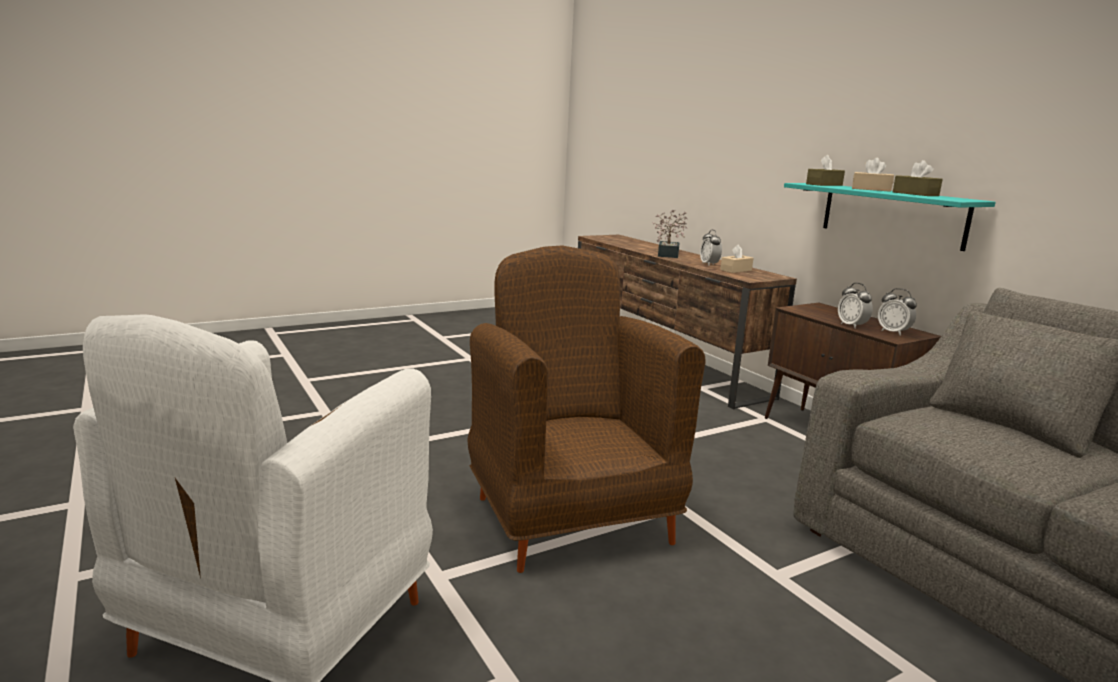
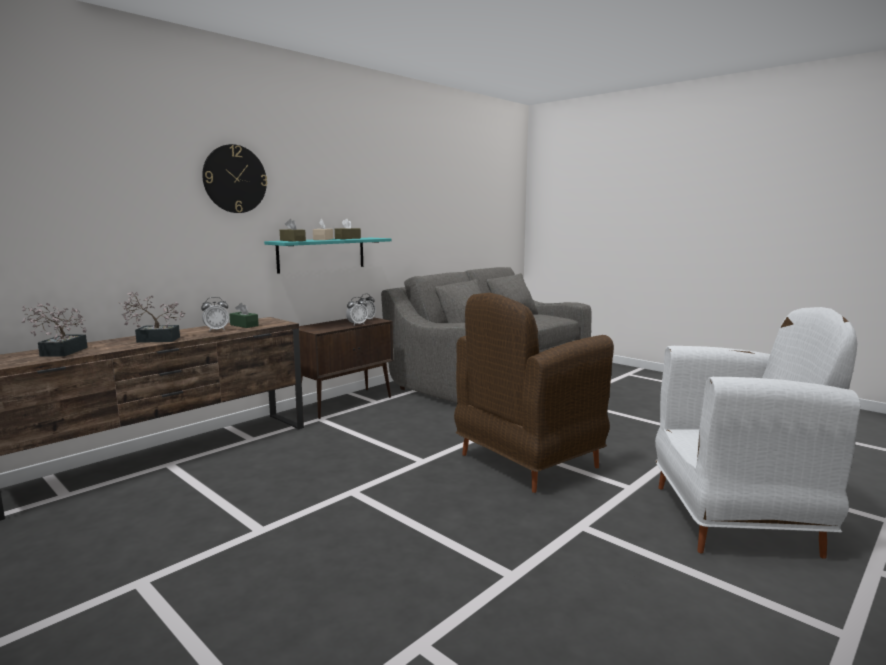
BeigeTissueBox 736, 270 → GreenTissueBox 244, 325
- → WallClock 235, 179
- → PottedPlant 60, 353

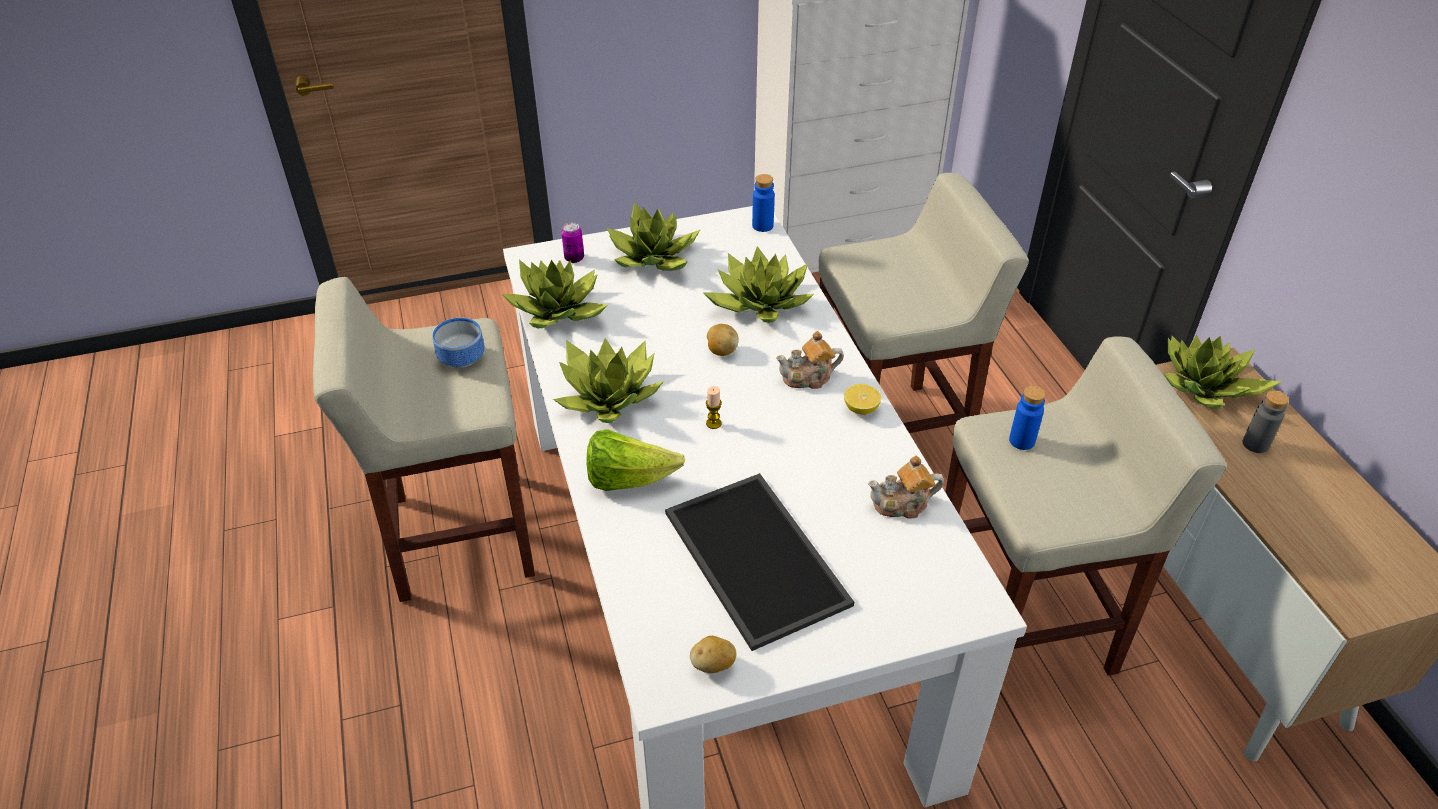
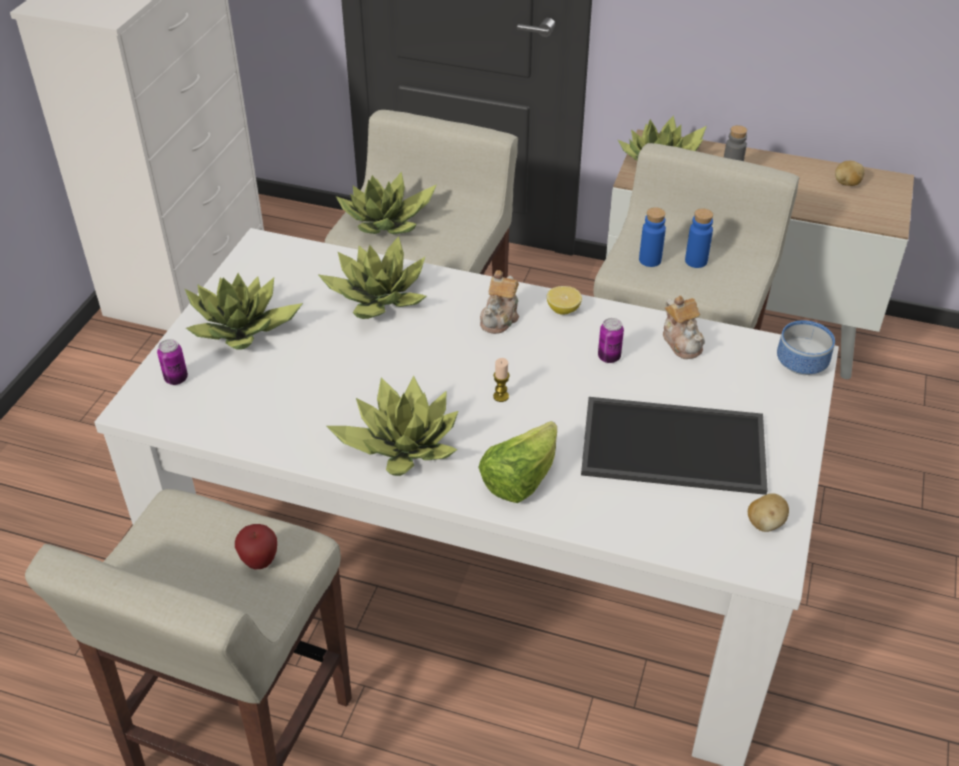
BlueBottle 762, 226 → BlueBottle 696, 261, move
PottedPlant 558, 311 → PottedPlant 387, 222, move
Bowl 464, 358 → Bowl 801, 363, move
Potato 721, 351 → Potato 847, 183, move
Teapot 902, 504 → Teapot 682, 342, 45 degrees counterclockwise
- → Can 609, 357
- → Apple 260, 561

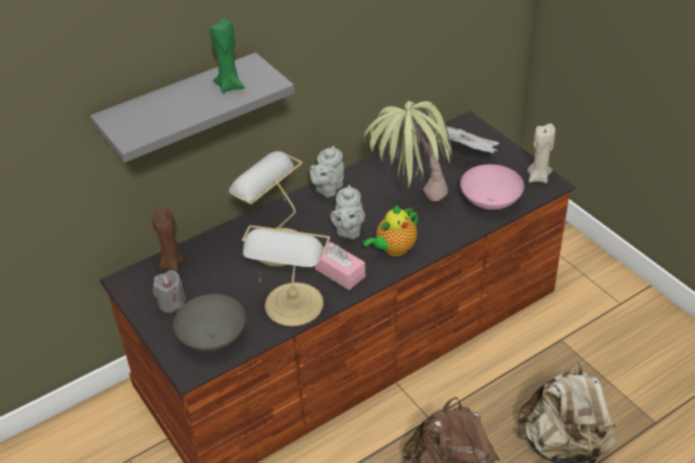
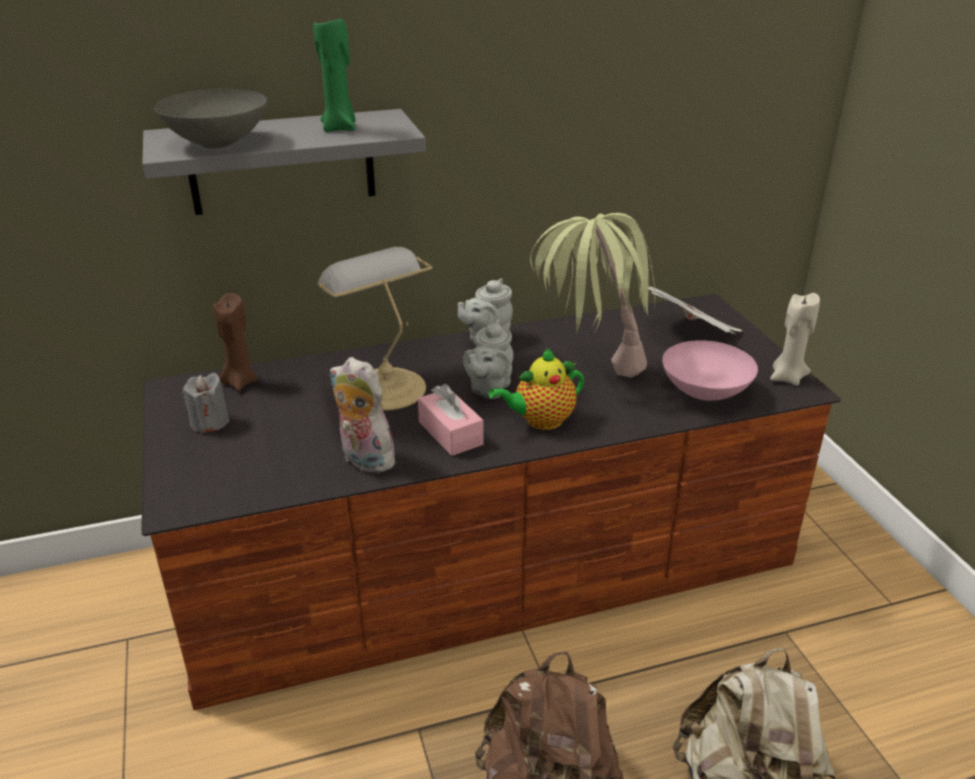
TableLamp 293, 307 → PlushToy 363, 460
GreyBowl 213, 337 → GreyBowl 218, 143, move

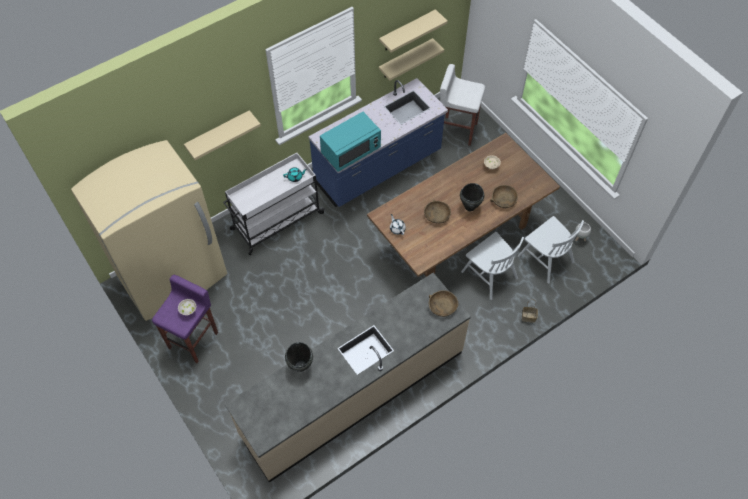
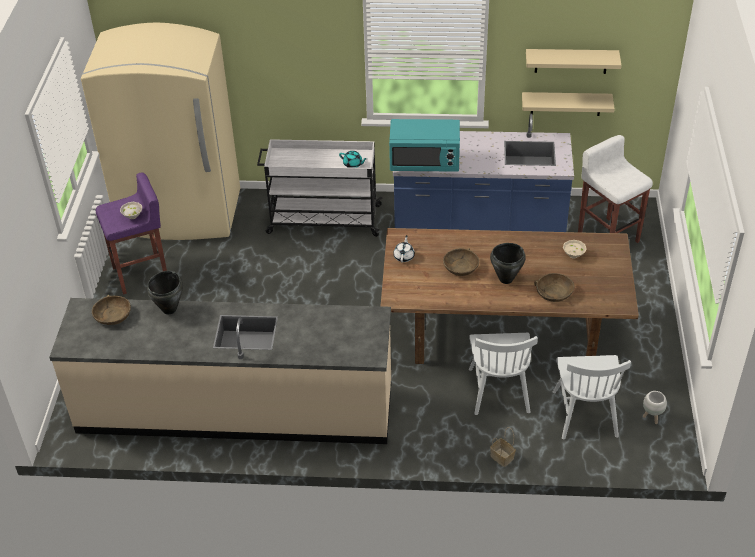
BeigeShelf 218, 133 → -
BrownBowl 442, 306 → BrownBowl 112, 315, move

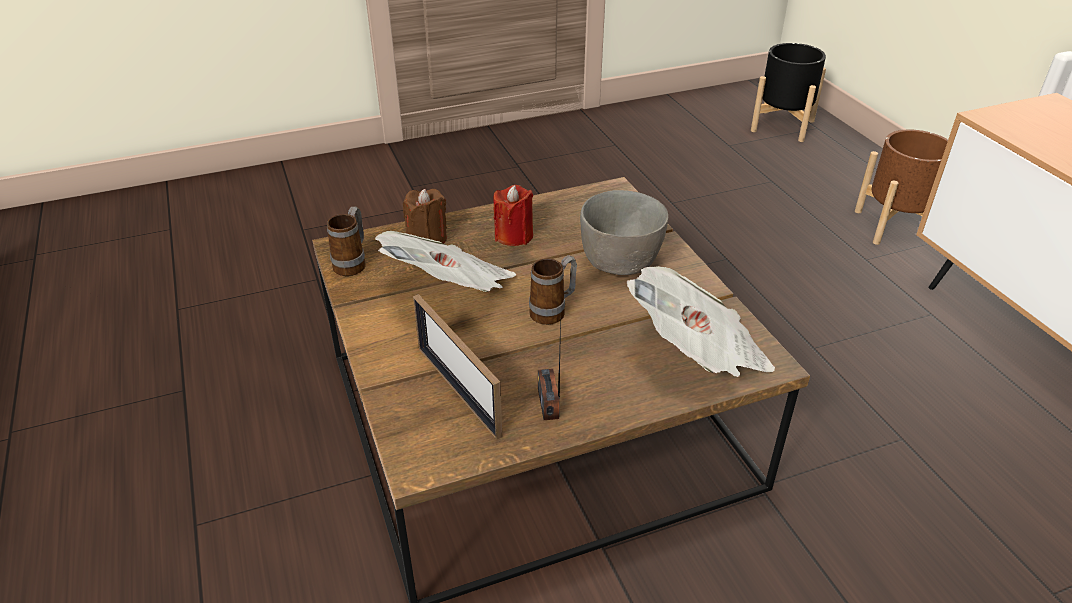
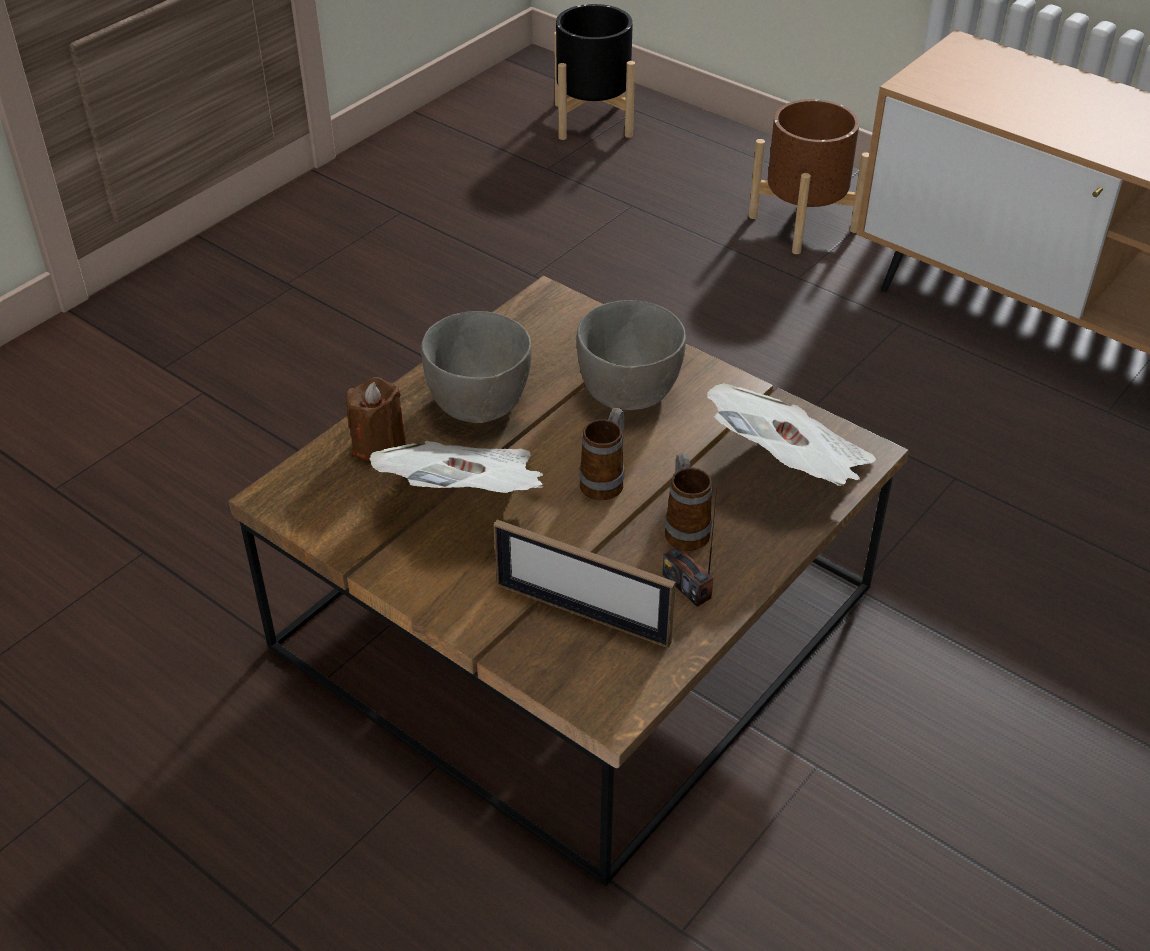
RedCandle 514, 236 → GreyBowl 480, 402
Mug 353, 263 → Mug 685, 528, move

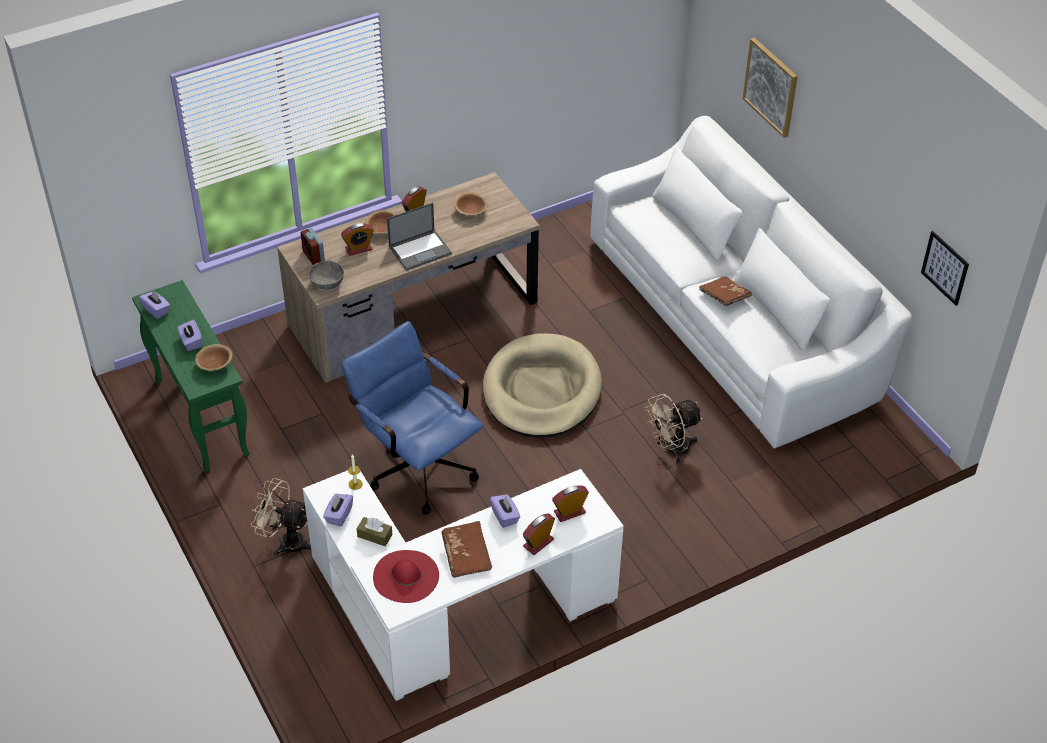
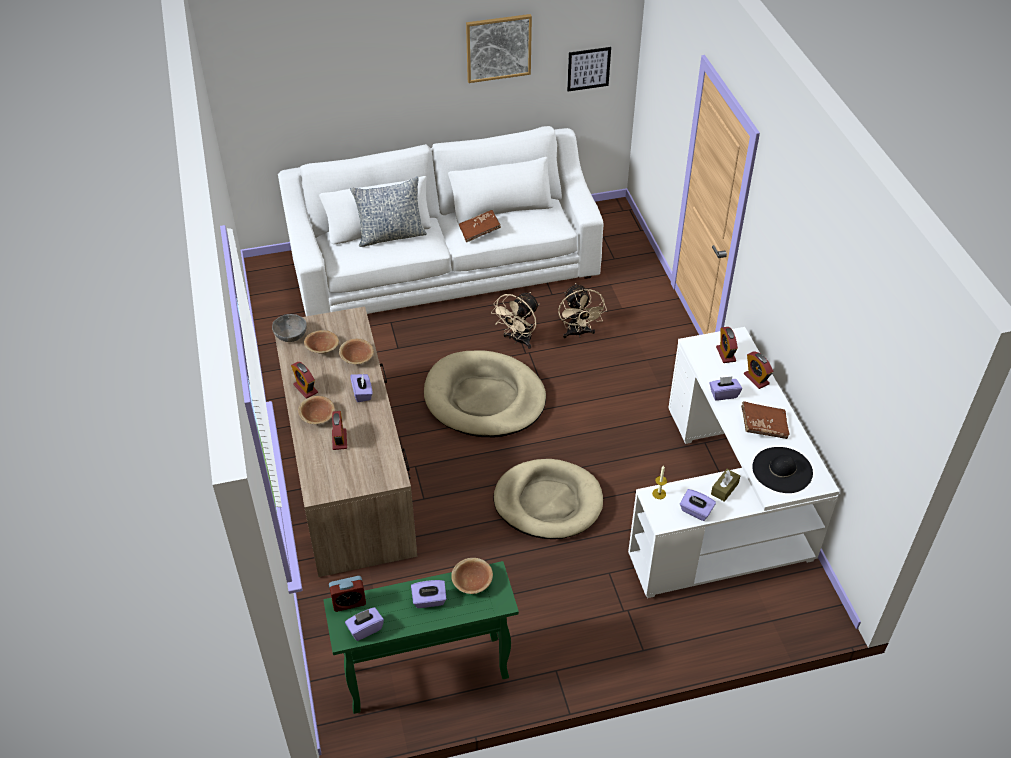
Picture 771, 87 → Picture 498, 47, move
Laptop 420, 250 → PurpleTissueBox 362, 393
AlarmClock 313, 256 → AlarmClock 349, 602, move
GreyBowl 327, 283 → GreyBowl 290, 335, move
BlueOfficeChair 416, 465 → BeigeDogBed 548, 502
BeigeFan 286, 541 → BeigeFan 518, 340, move
RedHat 406, 576 → BlackHat 782, 470
- → Pillow 391, 235
- → BrownBowl 357, 358

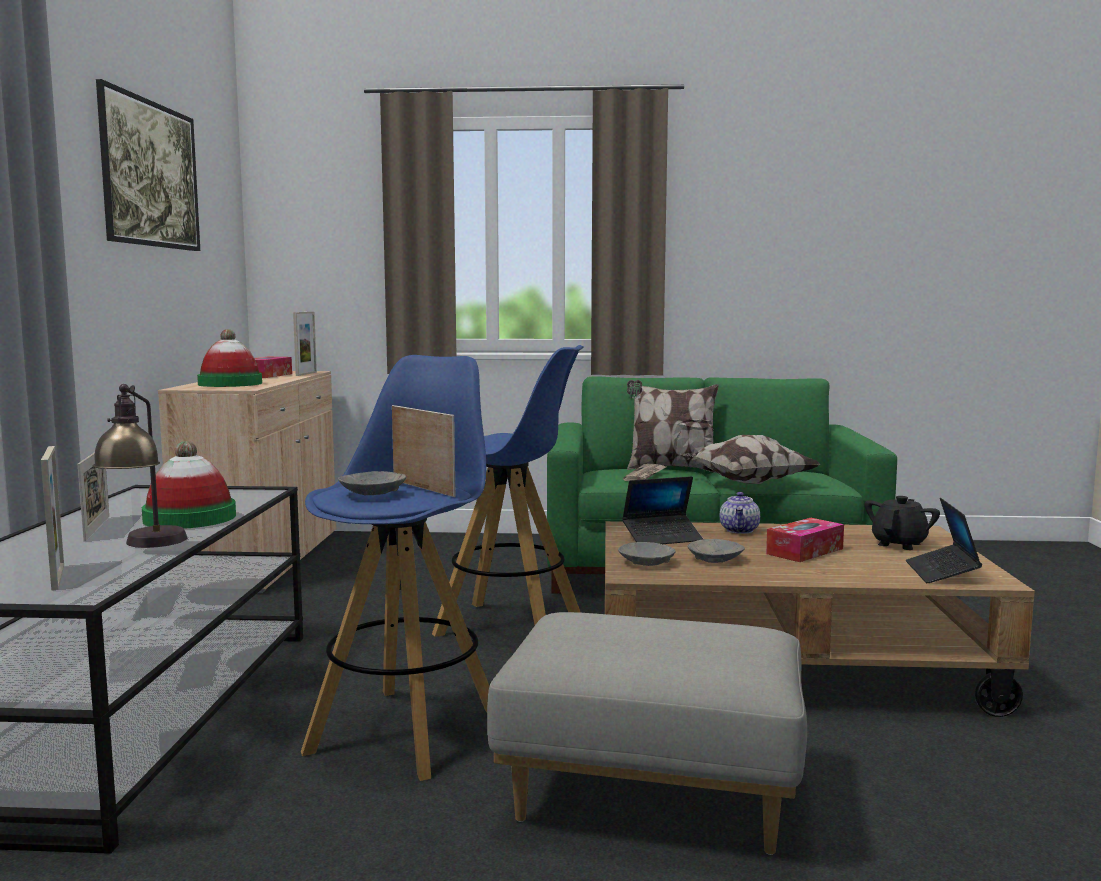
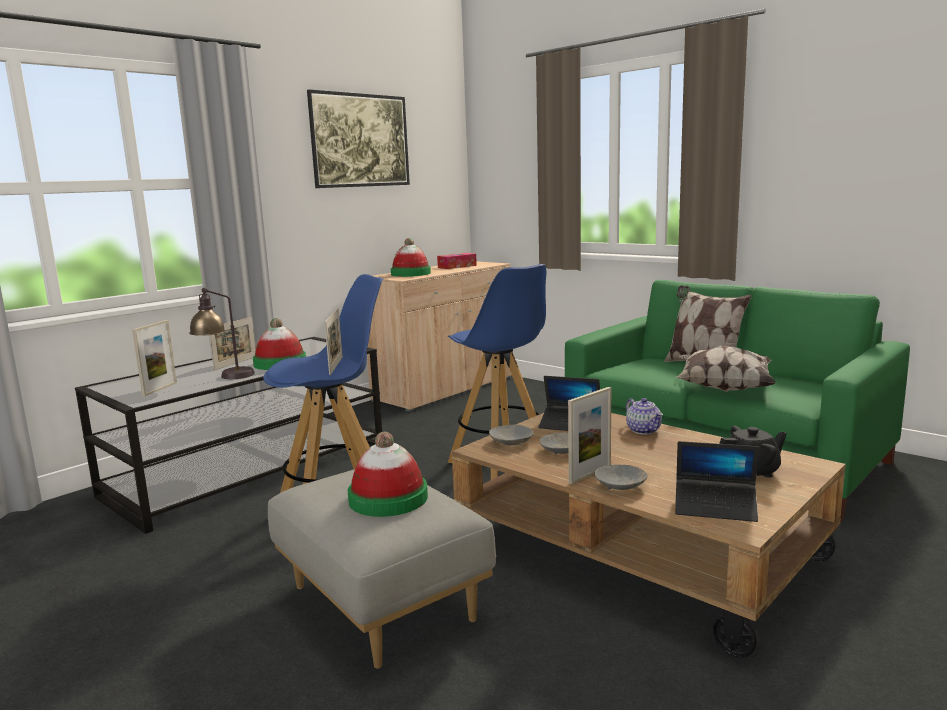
PictureFrame 306, 374 → PictureFrame 590, 474, move
Newspaper 645, 475 → -
GreyBowl 373, 493 → GreyBowl 621, 486, move
Teapot 740, 530 → Teapot 644, 430, 75 degrees counterclockwise
Laptop 941, 573 → Laptop 715, 507, 120 degrees counterclockwise
TissueBox 804, 551 → -
- → Hat 388, 498

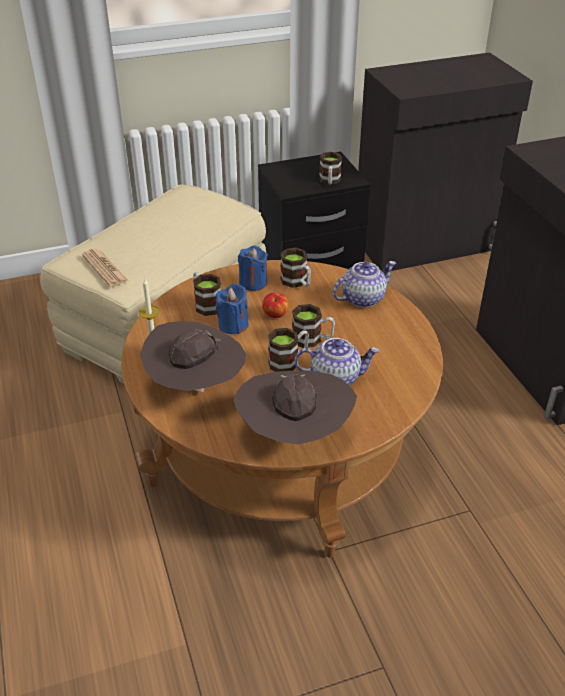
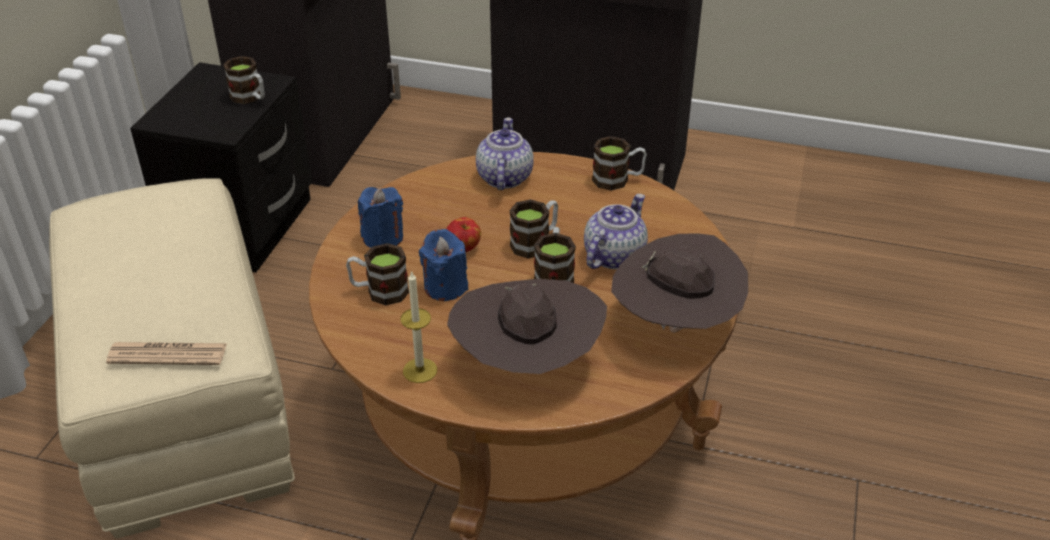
Mug 297, 282 → Mug 618, 179, move

